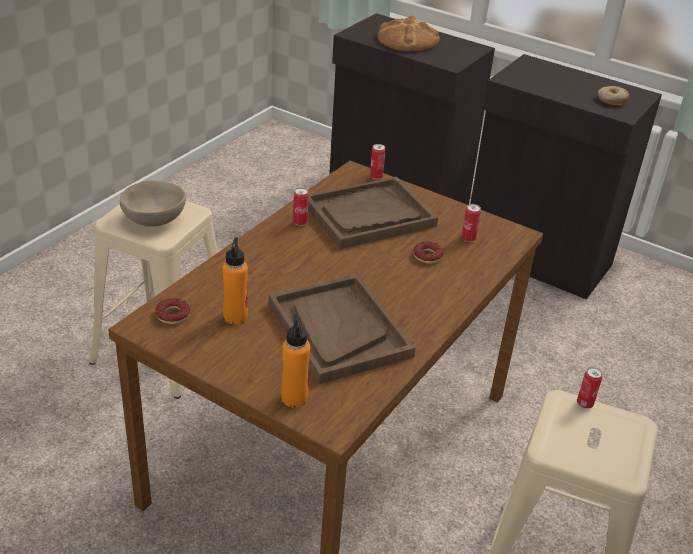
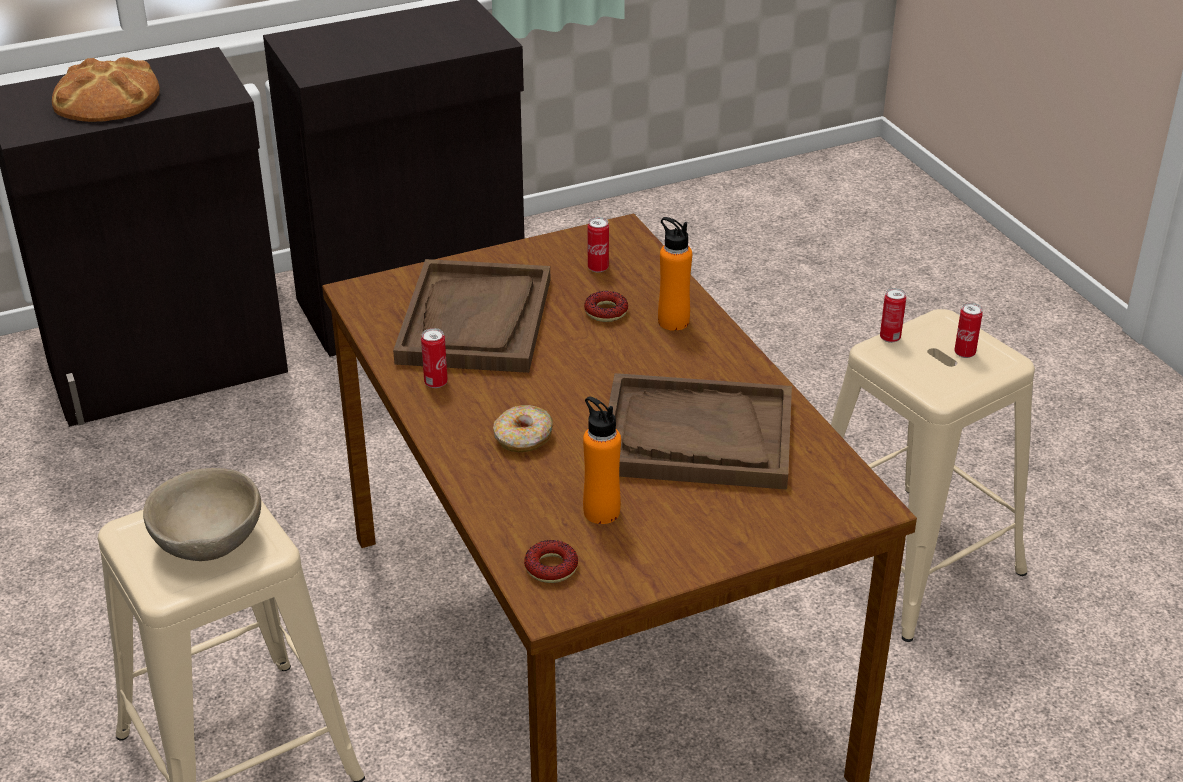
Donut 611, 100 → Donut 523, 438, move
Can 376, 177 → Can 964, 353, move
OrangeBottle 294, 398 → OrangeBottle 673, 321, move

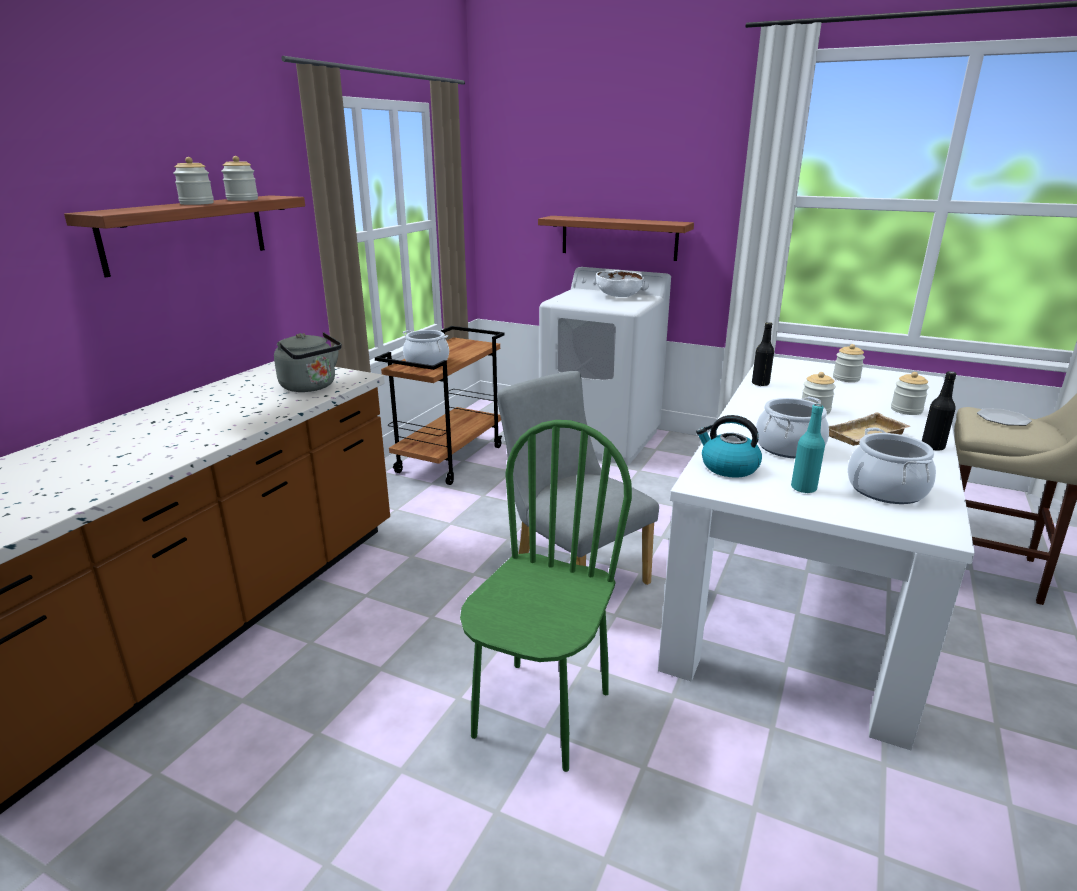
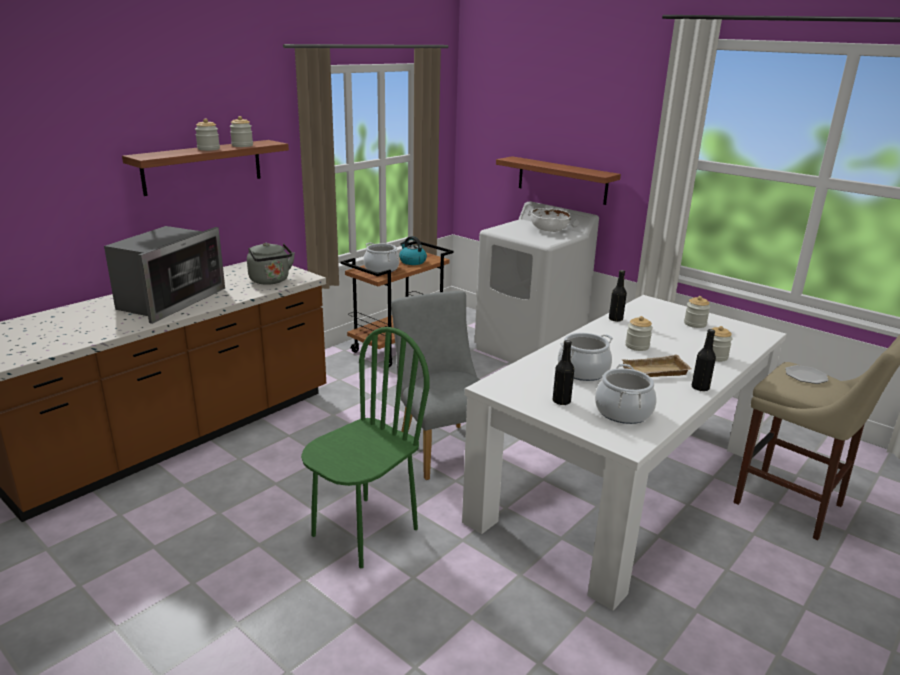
TurquoiseBottle 803, 488 → BlackBottle 561, 401
Kettle 728, 467 → Kettle 412, 261, move
- → Microwave 169, 300

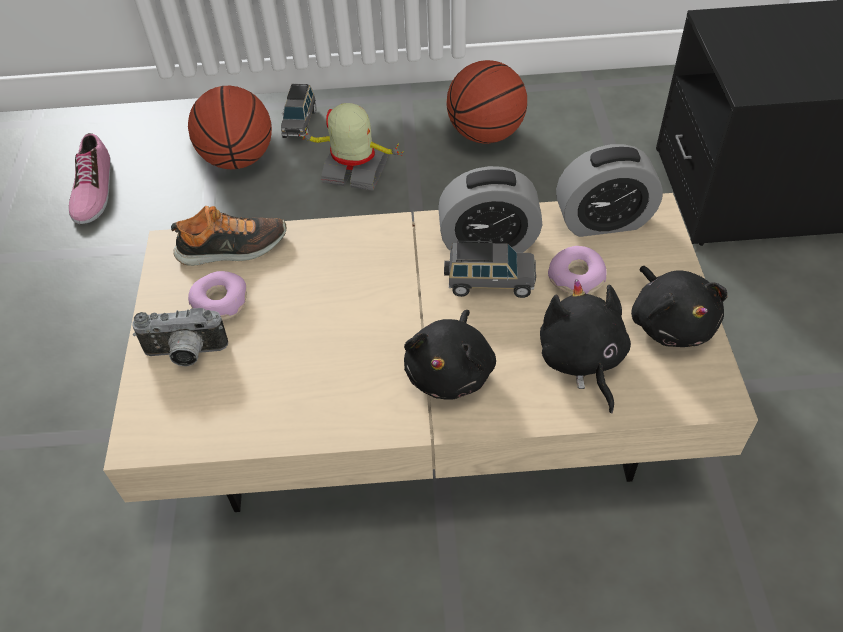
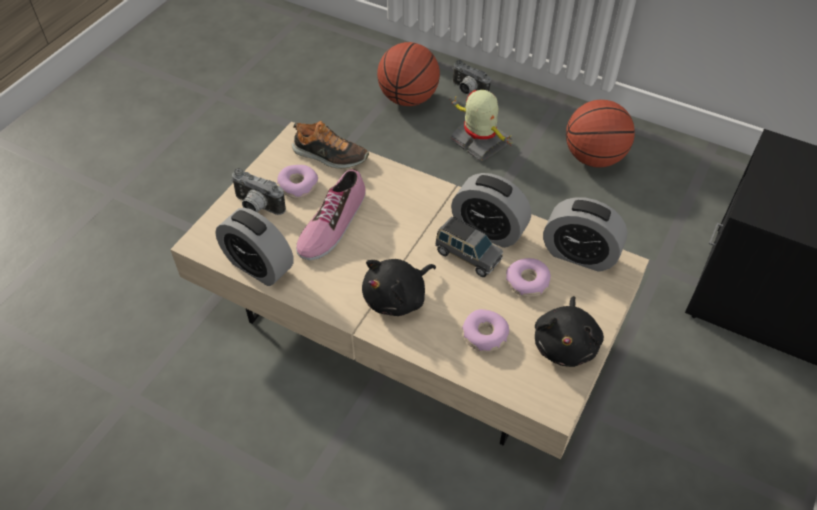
GreyToyCar 300, 123 → PhotoCamera 467, 91
Shoe 92, 190 → Shoe 332, 224, move
BlackPlushToy 582, 360 → Donut 484, 335
- → AlarmClock 259, 266

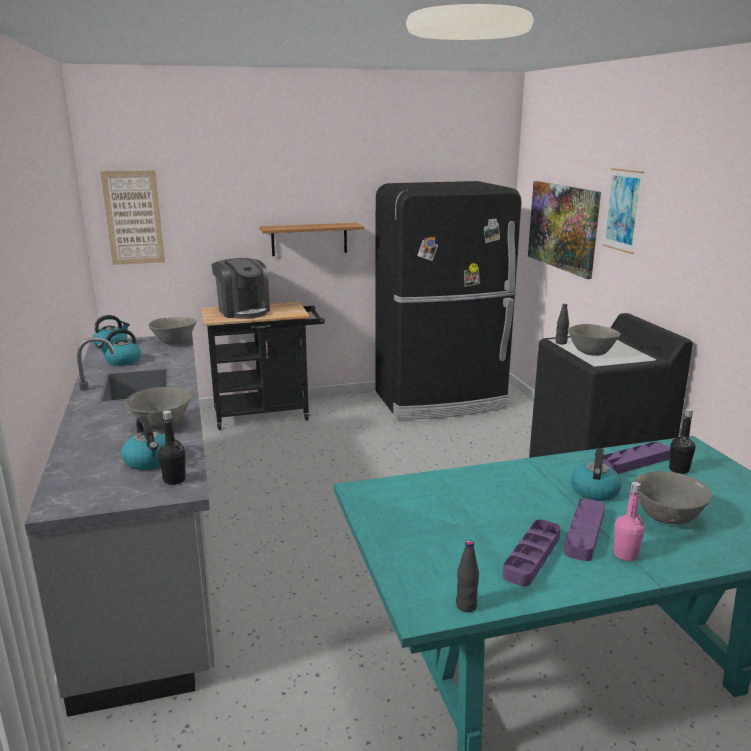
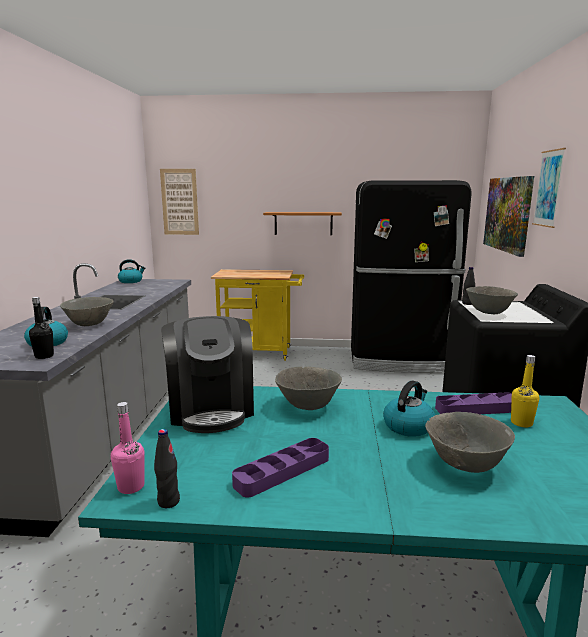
CoffeeMachine 243, 311 → CoffeeMachine 211, 408, move
BlackCart 267, 414 → YellowCart 260, 353
GreyBowl 174, 343 → GreyBowl 308, 406, move
Kettle 122, 361 → -
BlackBottle 678, 470 → YellowBottle 521, 423
PinkBottle 625, 555 → PinkBottle 131, 487, move
PurpleTray 584, 533 → -

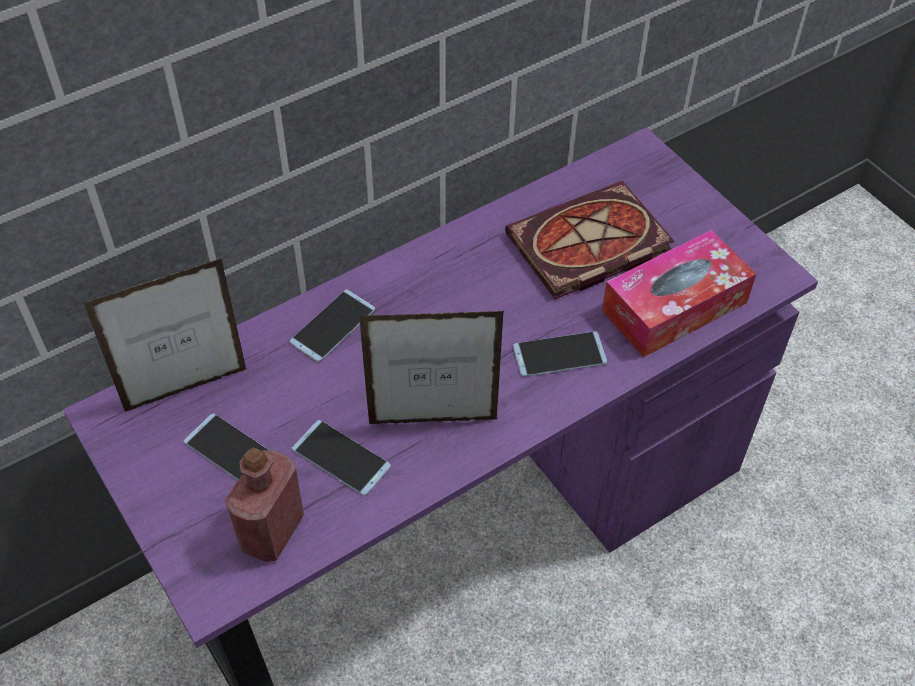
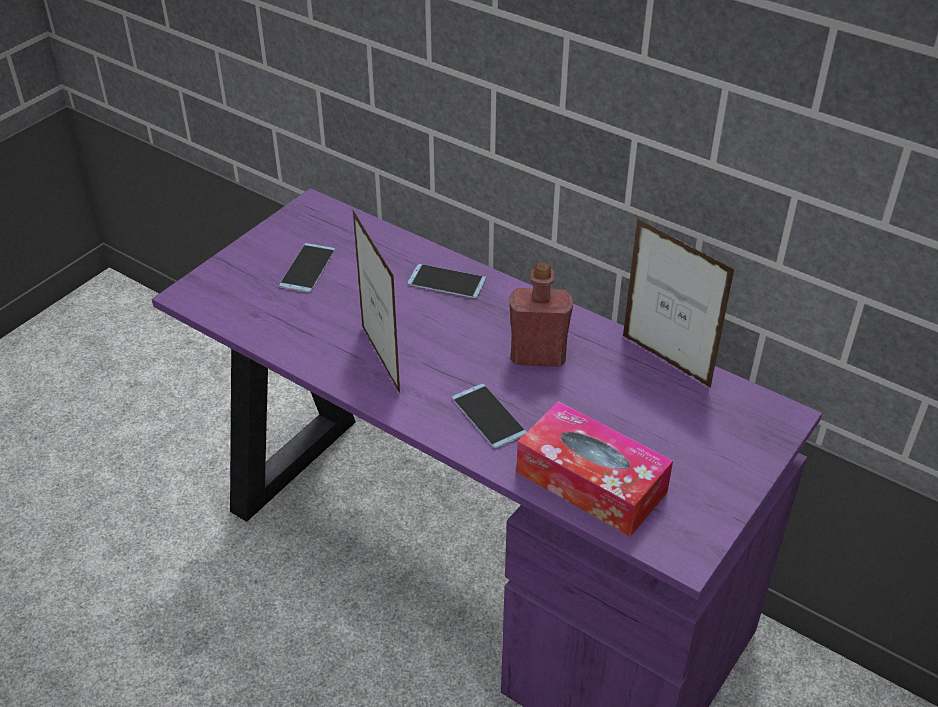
Book 586, 246 → -
PictureFrame 187, 390 → PictureFrame 666, 361, move
Phone 341, 458 → -
RedBottle 272, 531 → RedBottle 538, 356, move

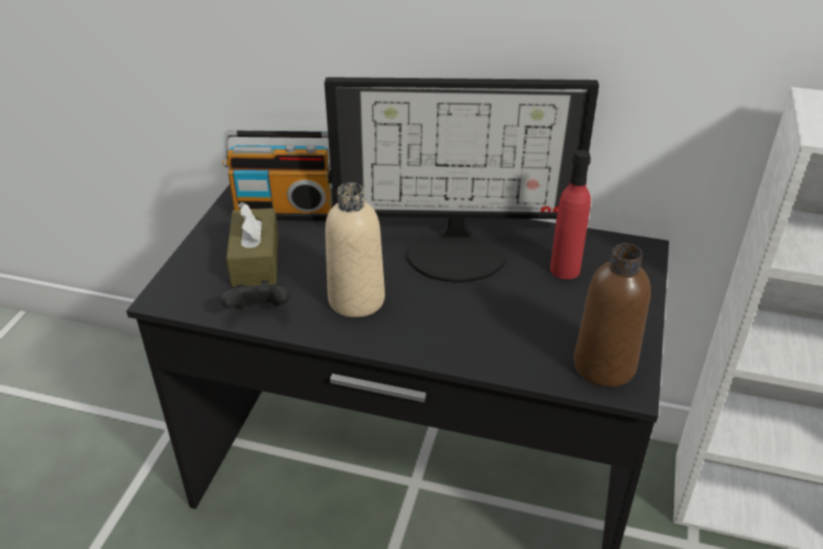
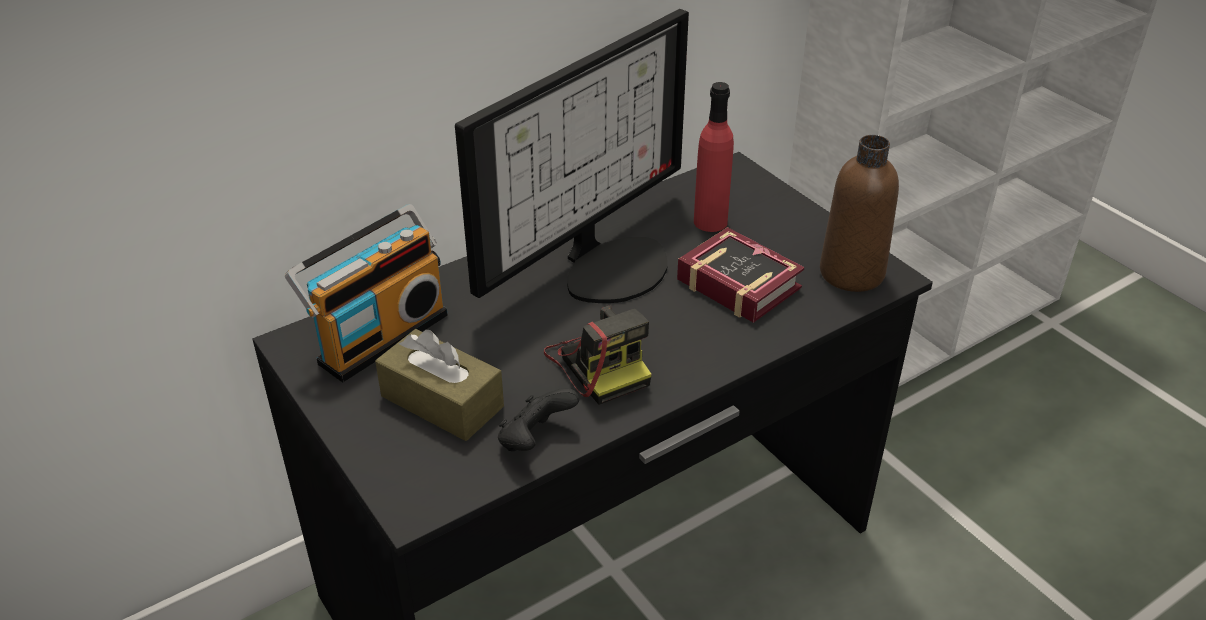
BeigeBottle 356, 300 → PhotoCamera 599, 363
- → Book 736, 280

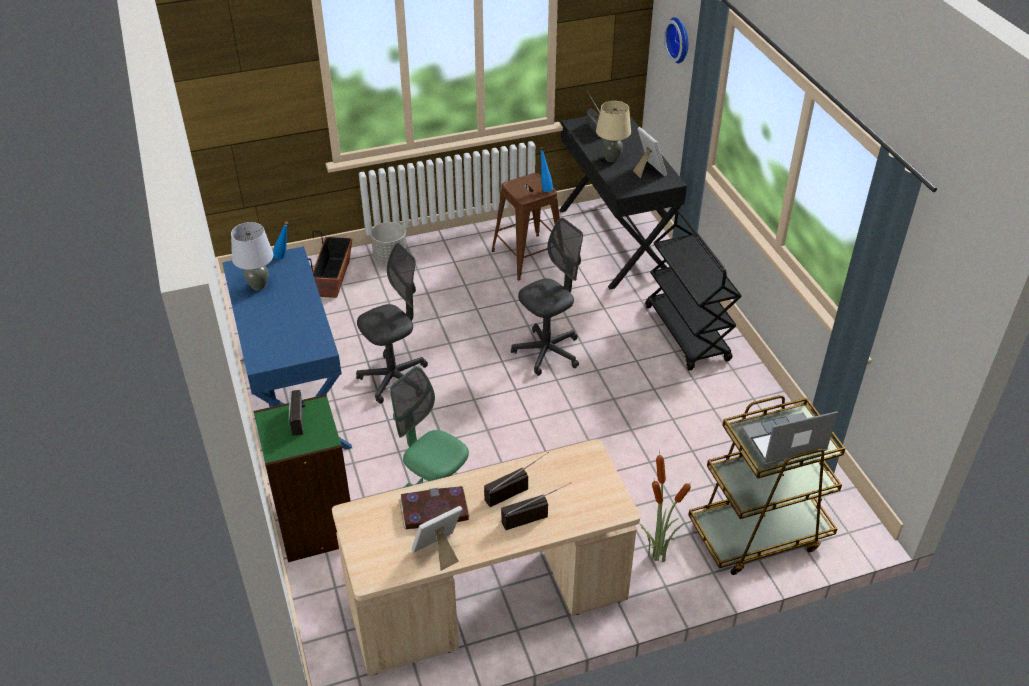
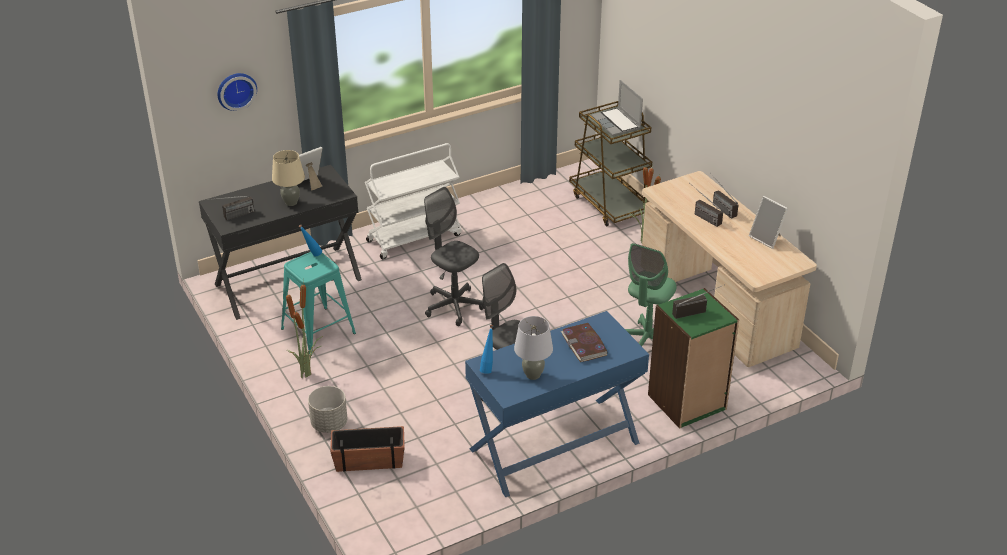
BrownStool 528, 257 → TurquoiseStool 318, 331
BlackCart 687, 334 → WhiteCart 414, 237
Book 434, 510 → Book 584, 344, move
- → PottedPlant 307, 373

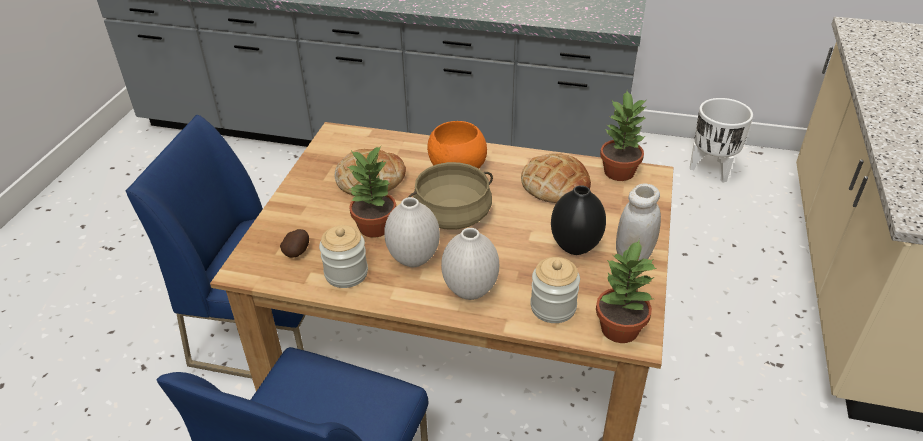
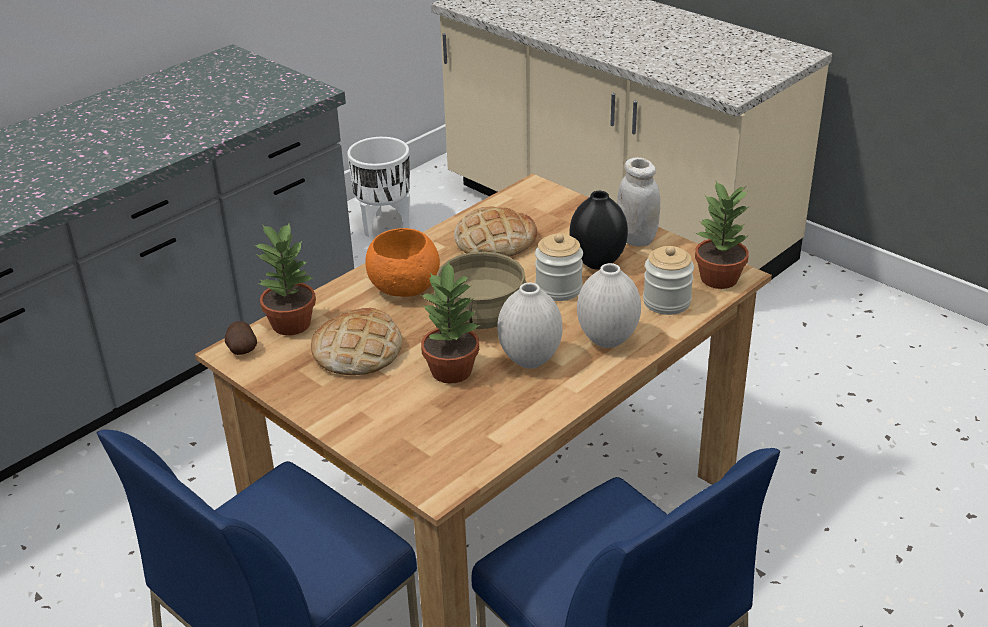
PottedPlant 619, 172 → PottedPlant 291, 323, move
Jar 346, 273 → Jar 558, 289, move
Potato 297, 251 → Potato 241, 349, move

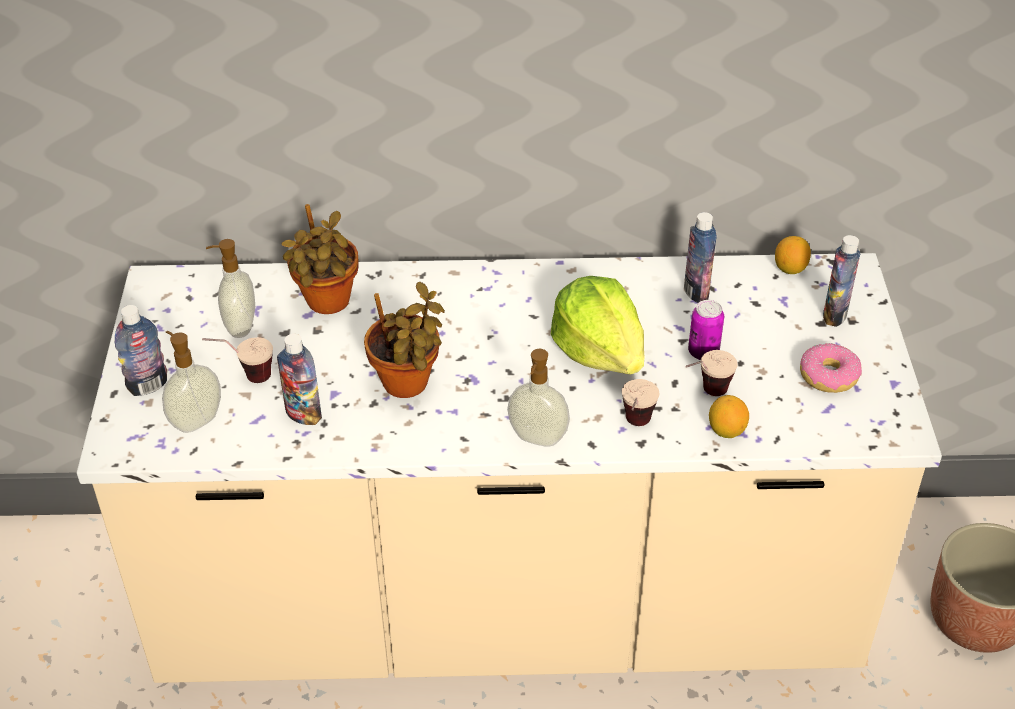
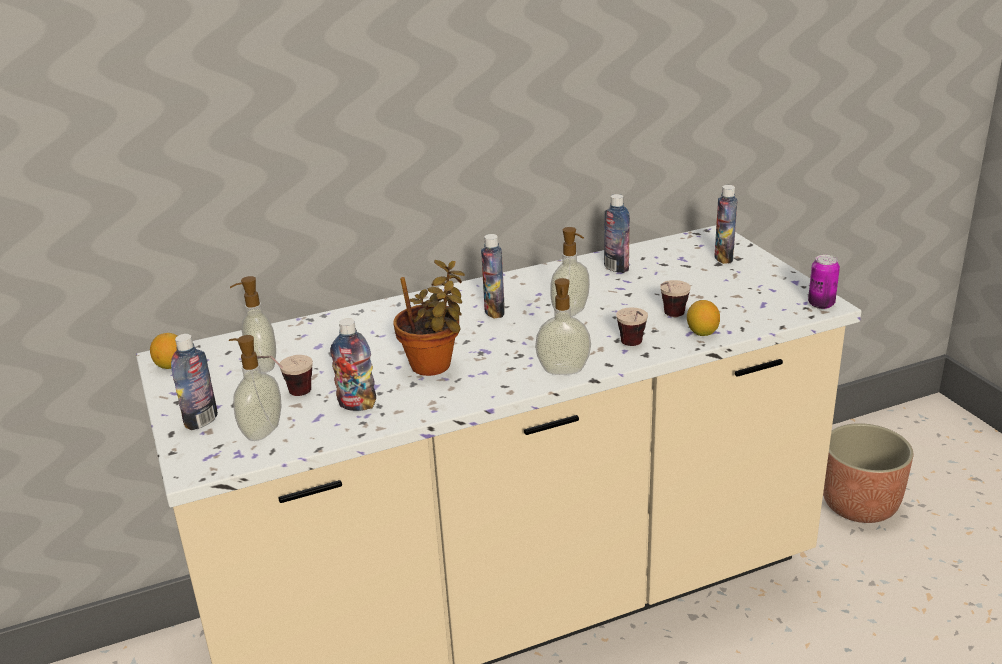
PottedPlant 327, 304 → -
Lemon 790, 268 → Lemon 170, 365, move
Lettuce 600, 350 → SoapDispenser 571, 313
Can 703, 352 → Can 821, 304, move
Donut 828, 376 → -
- → Bottle 494, 311

